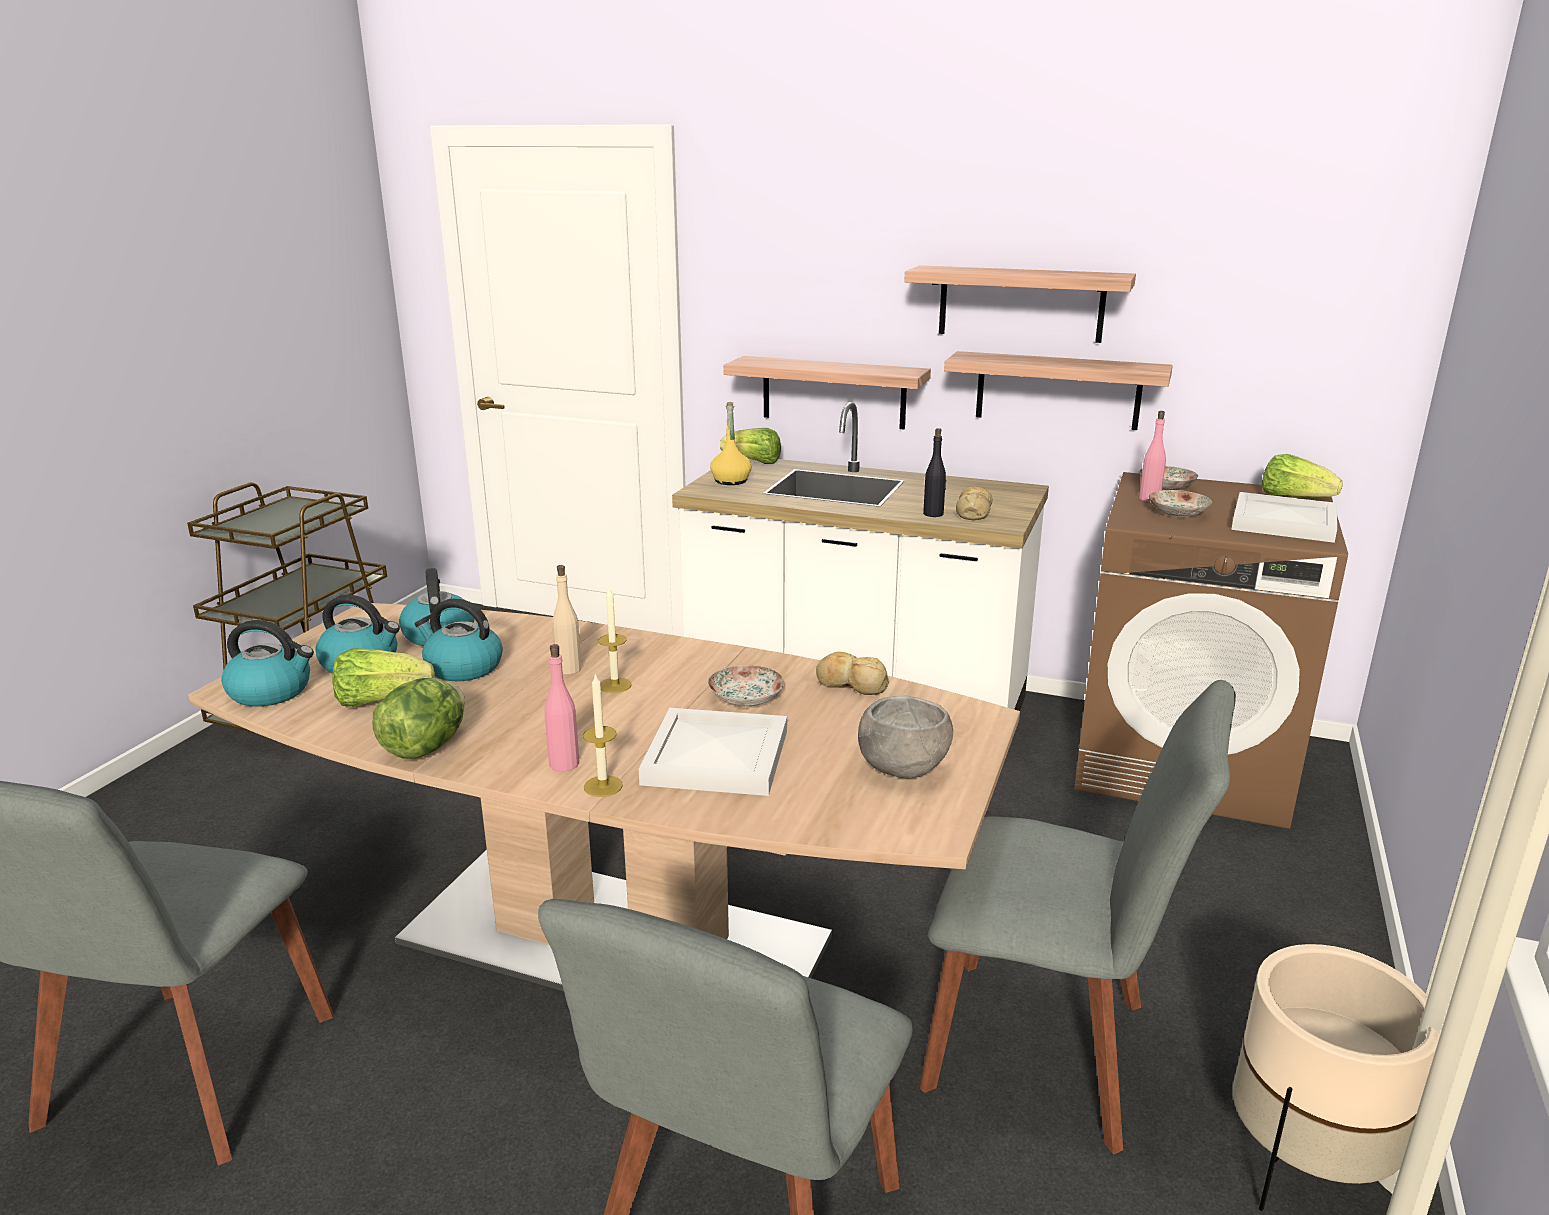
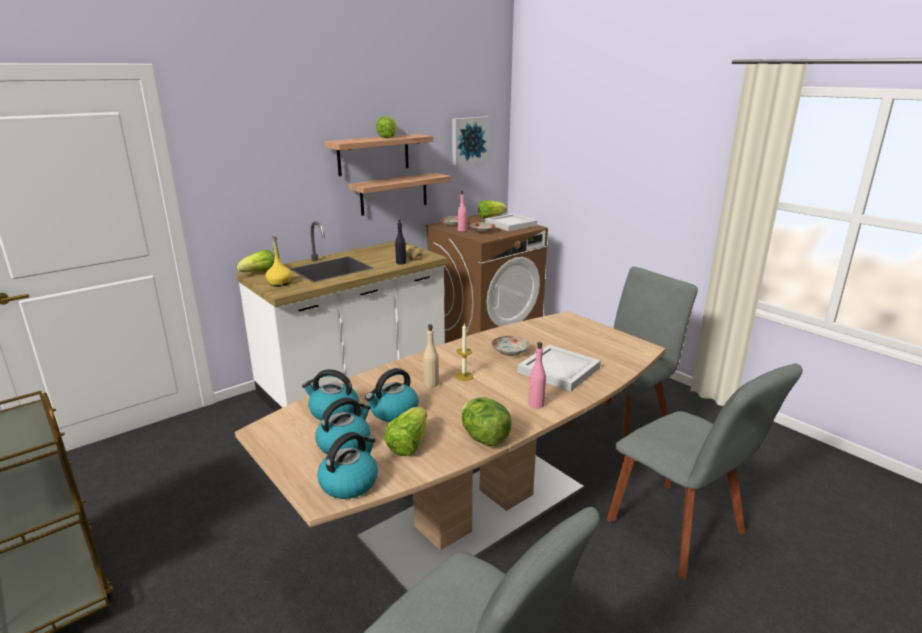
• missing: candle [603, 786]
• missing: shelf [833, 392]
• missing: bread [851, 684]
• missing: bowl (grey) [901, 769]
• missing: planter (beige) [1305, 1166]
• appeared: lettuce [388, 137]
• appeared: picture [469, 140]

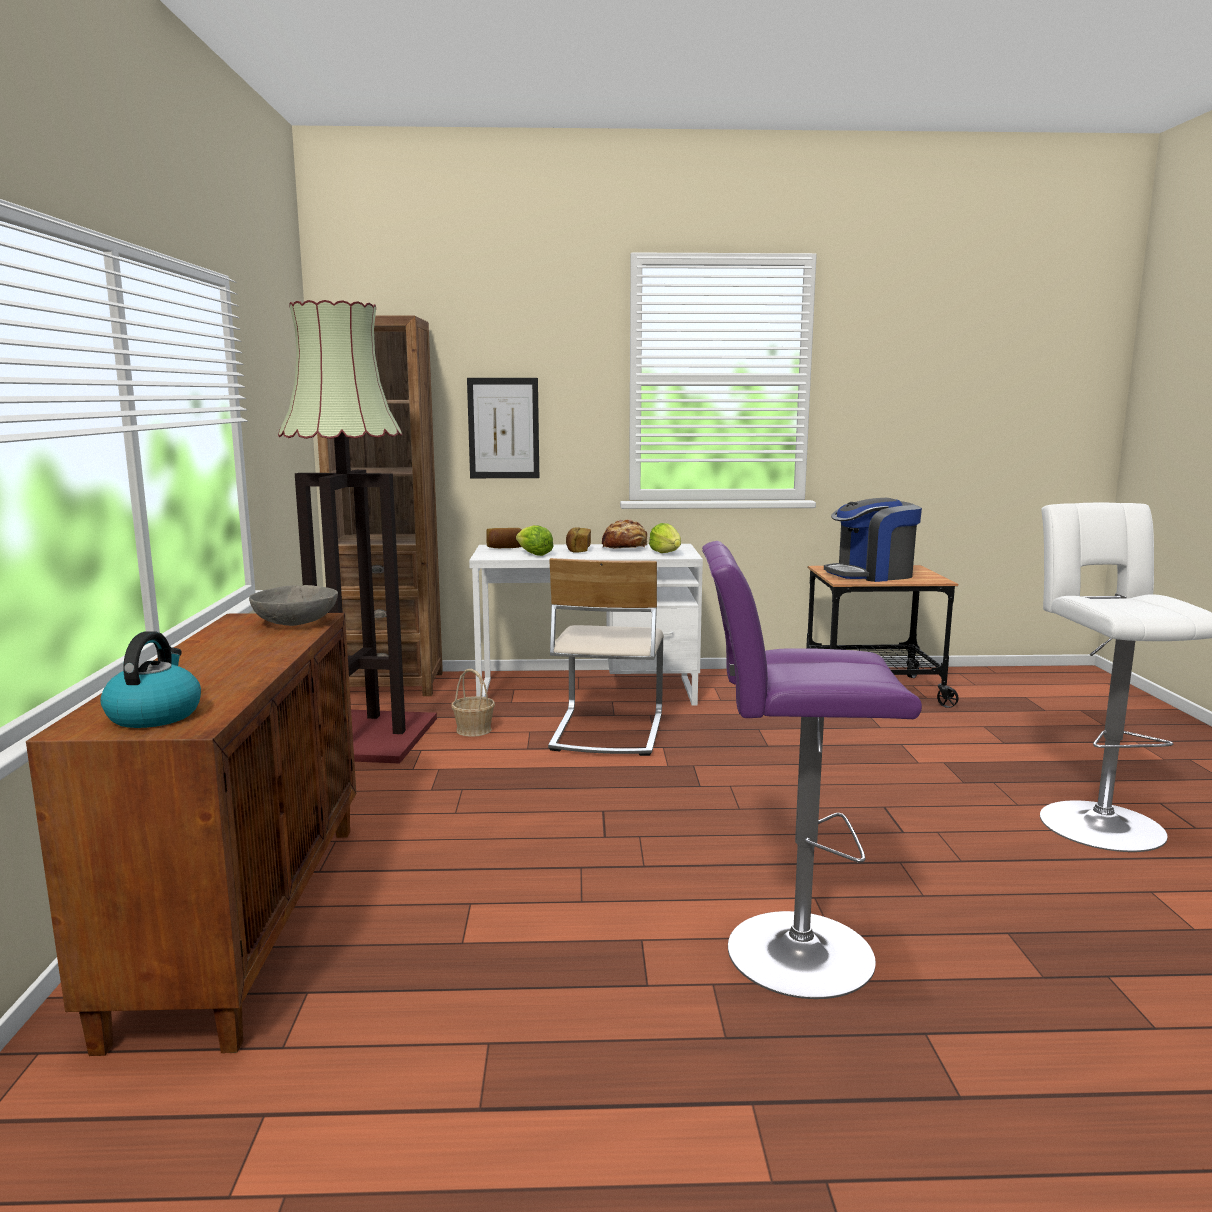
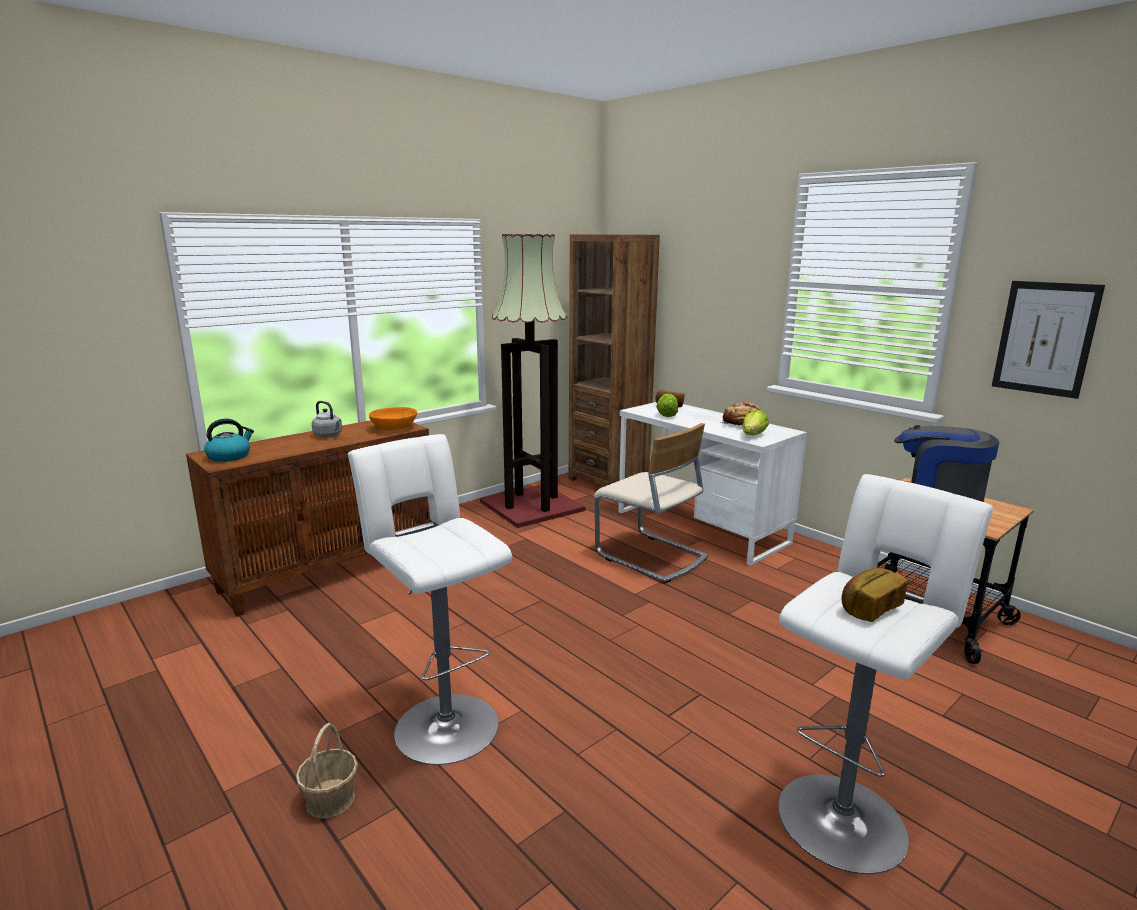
• appeared: kettle (grey) [329, 435]
• relocated: basket [474, 730] to [331, 799]
• relocated: picture [503, 428] to [1045, 338]
• relocated: bread [578, 550] to [869, 608]
• colour: bowl (grey) [295, 623] to bowl (orange) [394, 428]
• colour: stool (purple) [788, 952] to stool (white) [442, 723]
• spun: chair (beige) [606, 732] = [650, 557] 105 degrees counterclockwise

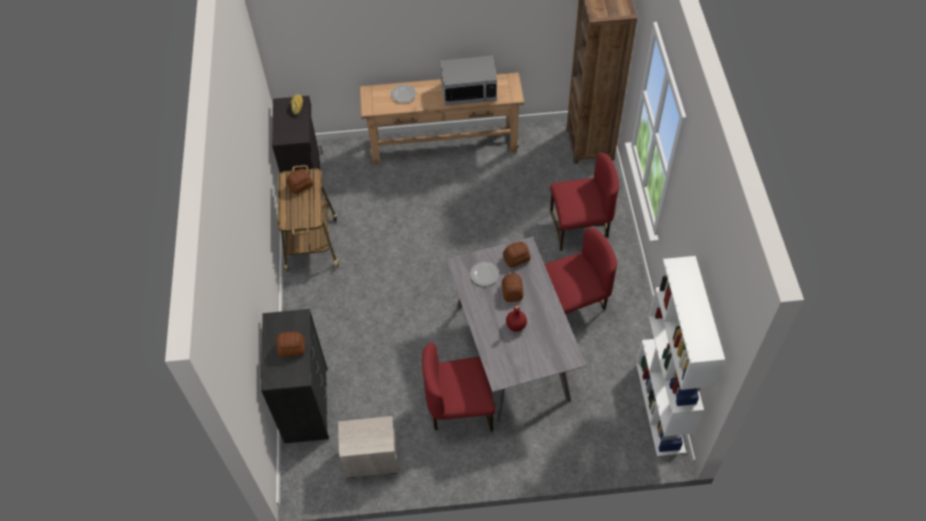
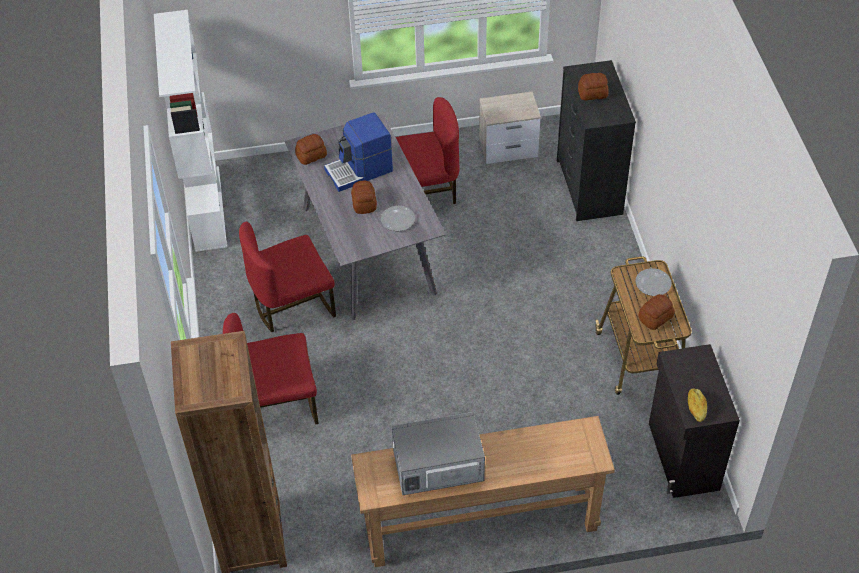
• relocated: plate [403, 94] to [653, 283]
• relocated: bread [516, 258] to [312, 155]
• exchanged: bottle (red) [515, 325] to coffee machine [359, 171]

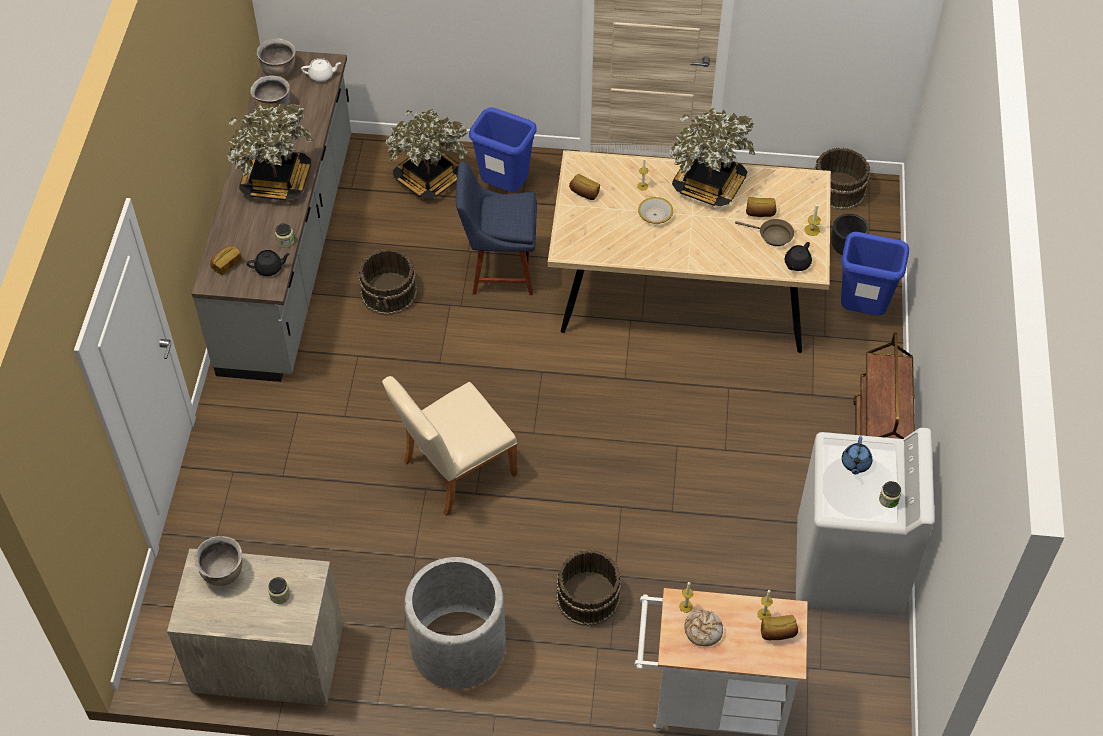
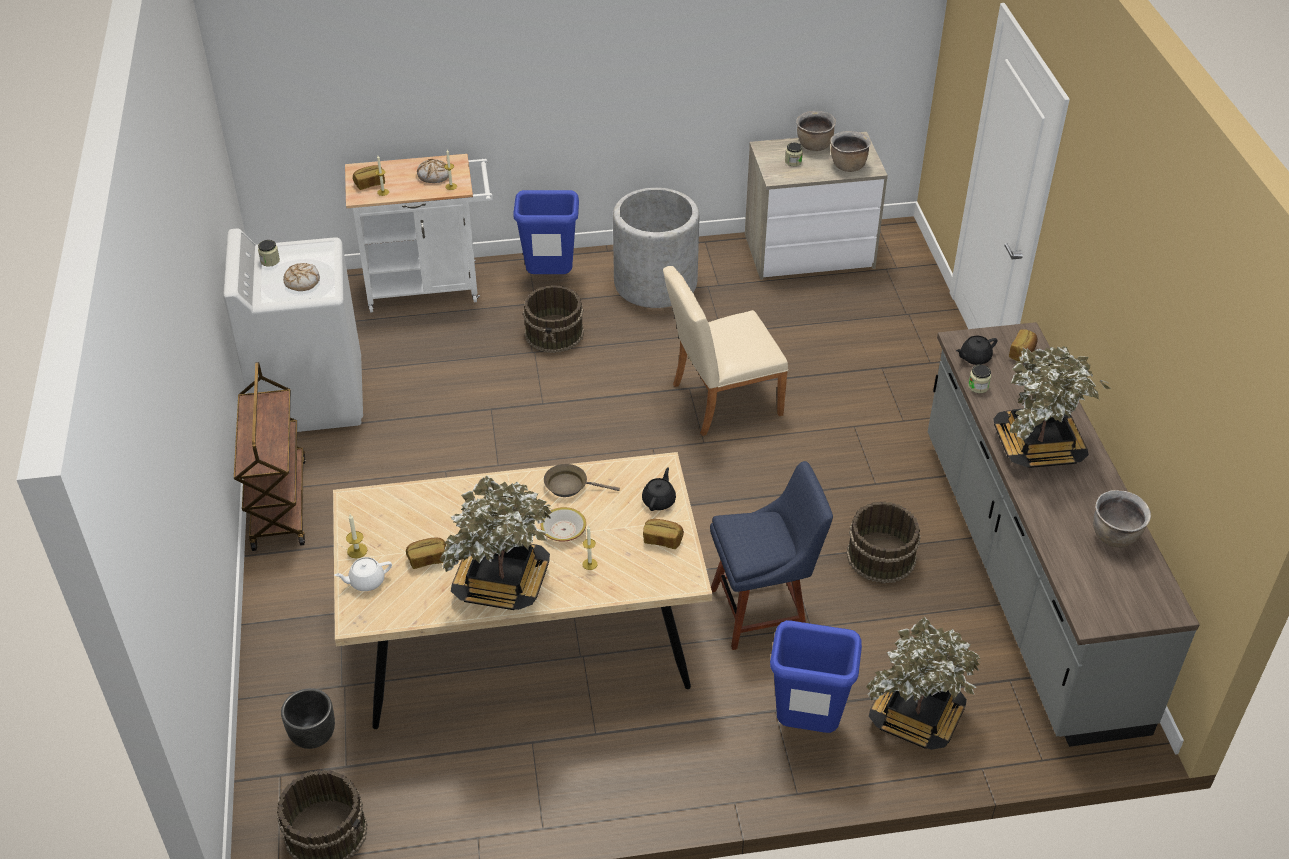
• relocated: cooking pot (brown) [279, 71] to [814, 146]
• relocated: teapot (white) [322, 75] to [366, 581]
• relocated: frying pan (brown) [772, 235] to [570, 485]
• relocated: teapot (black) [796, 264] to [659, 501]
• relocated: trash can (blue) [862, 311] to [549, 278]
• exchanged: teapot (blue) [855, 463] to bread [302, 281]
• spun: chair (beige) [453, 471] = [719, 401] 150 degrees counterclockwise

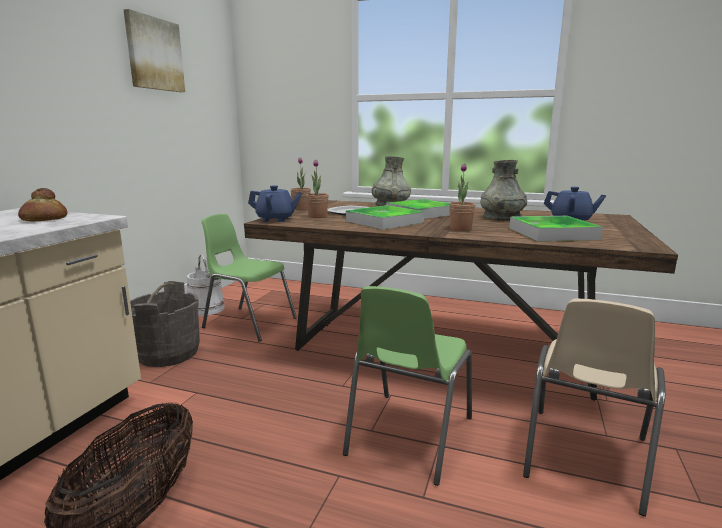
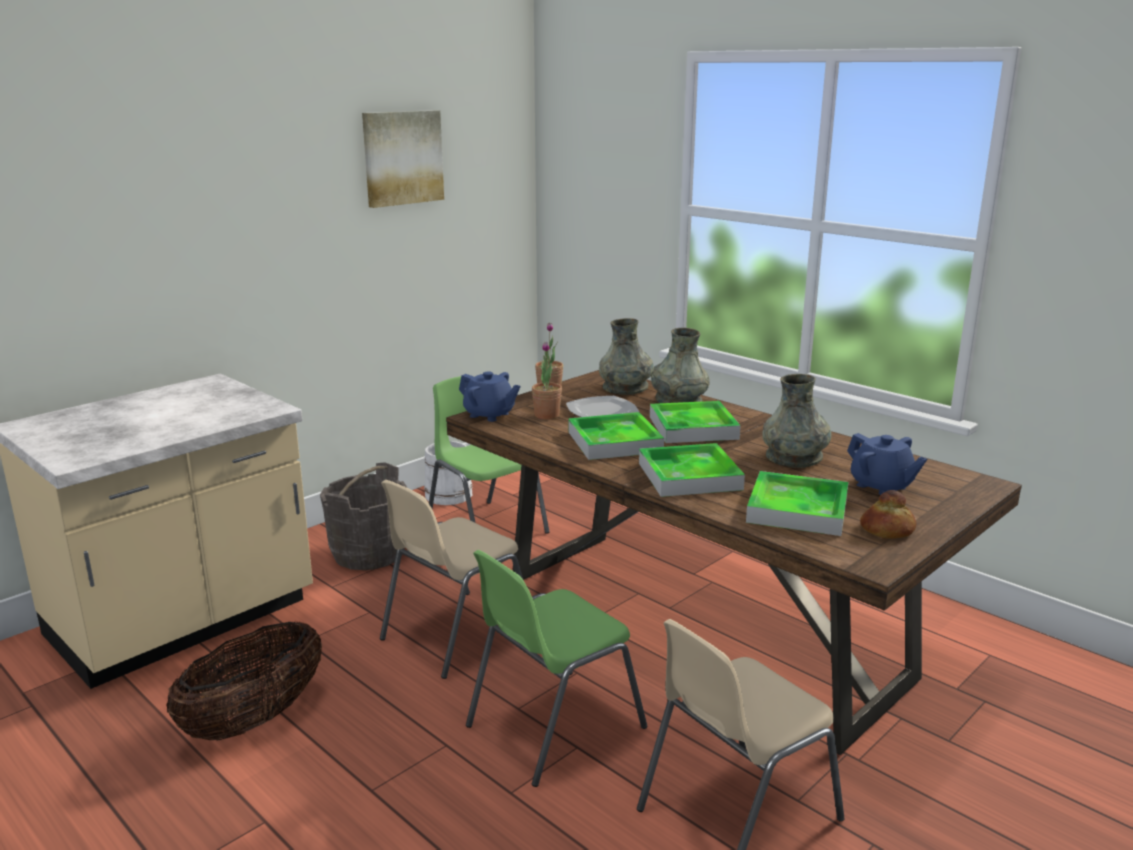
• appeared: chair (beige) [455, 634]
• appeared: vase (grey) [625, 388]
• relocated: bread [44, 219] to [887, 530]
• exchanged: potted plant [460, 229] to tray [689, 476]

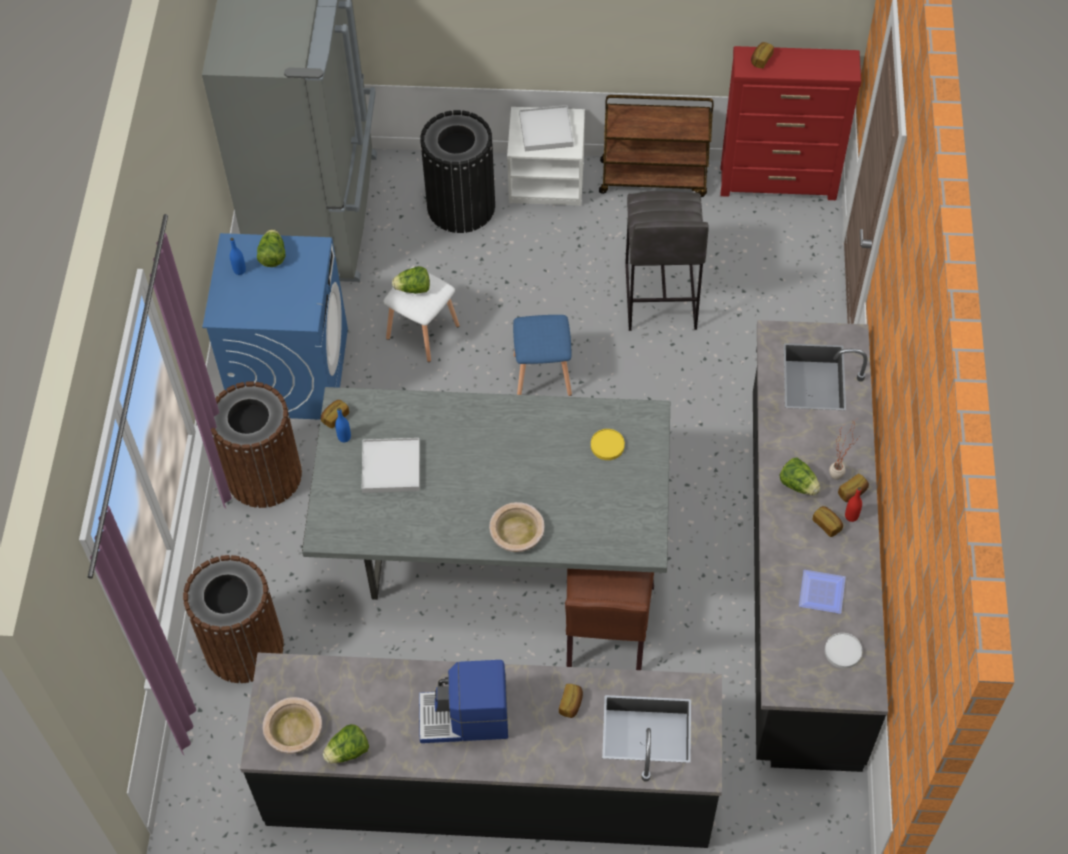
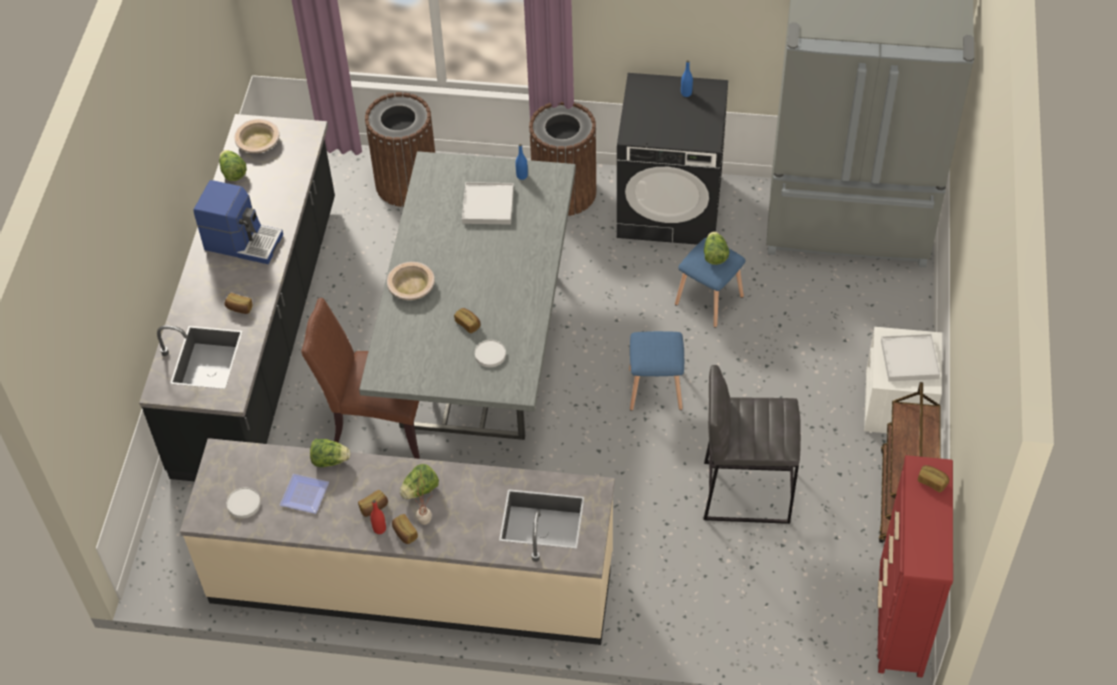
• missing: trash can (black) [461, 206]
• relocated: lettuce [272, 256] to [330, 460]
• relocated: bread [335, 417] to [468, 324]
• colour: washing machine (blue) [290, 371] to washing machine (black) [670, 207]
• colour: stool (white) [423, 331] to stool (blue) [710, 300]
• colour: plate (yellow) [607, 445] to plate (white) [490, 354]
• colour: counter (black) [800, 575] to counter (beige) [412, 578]
• spun: coffee machine [464, 718] = [243, 241] 105 degrees clockwise

